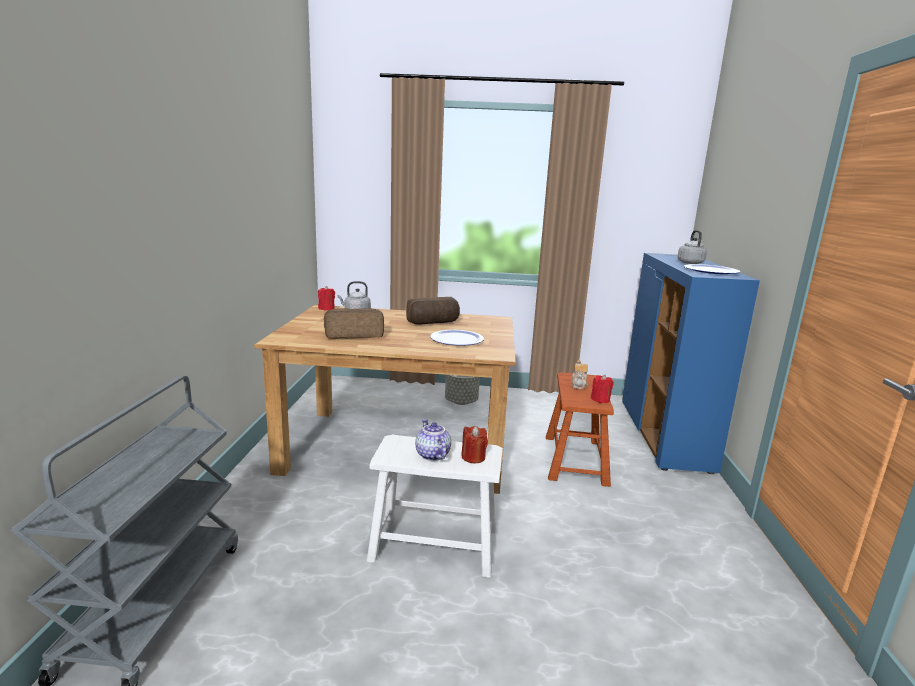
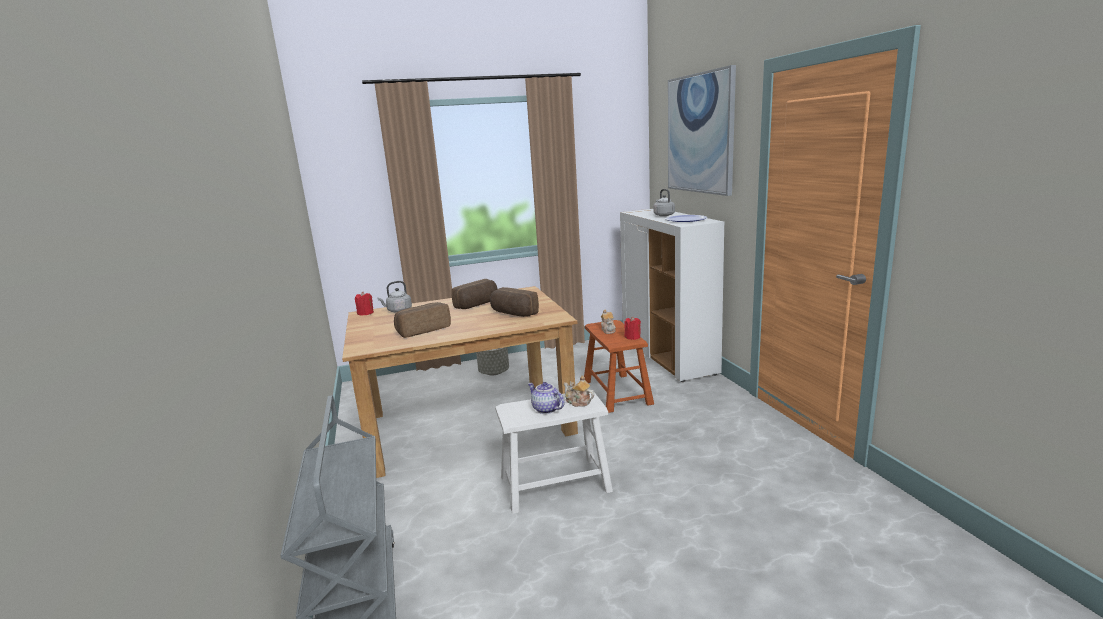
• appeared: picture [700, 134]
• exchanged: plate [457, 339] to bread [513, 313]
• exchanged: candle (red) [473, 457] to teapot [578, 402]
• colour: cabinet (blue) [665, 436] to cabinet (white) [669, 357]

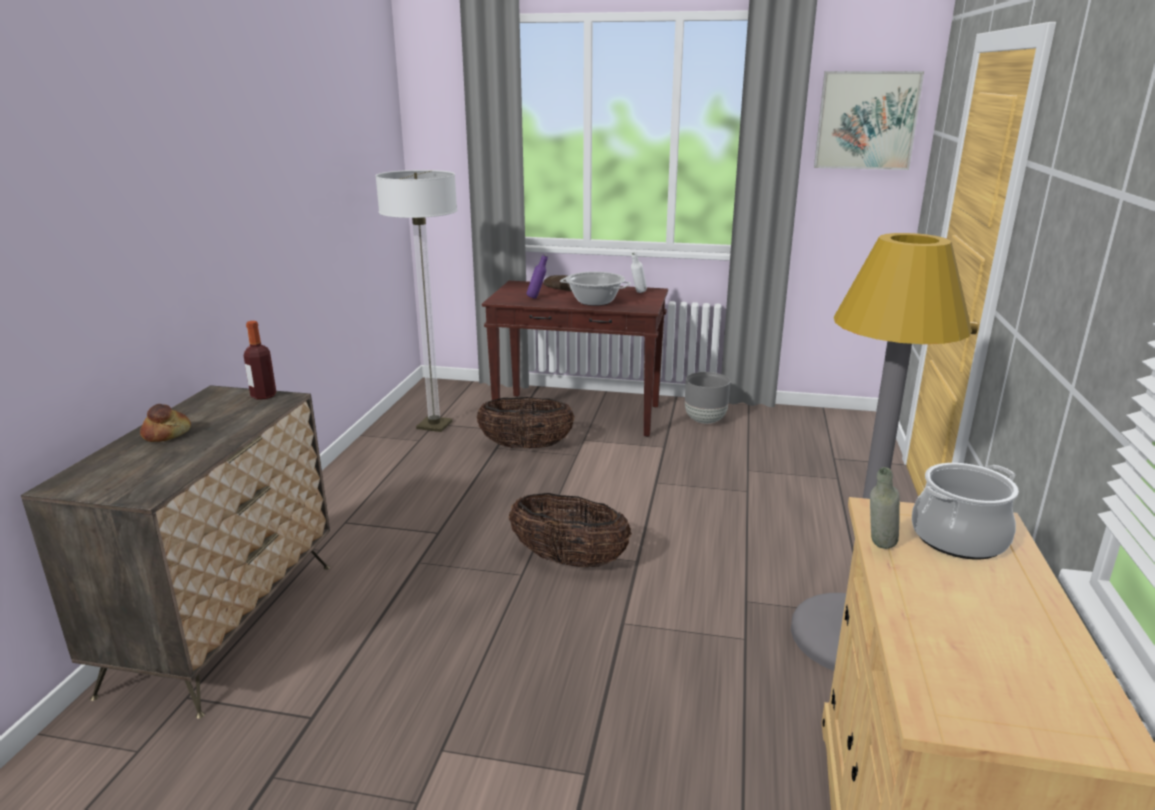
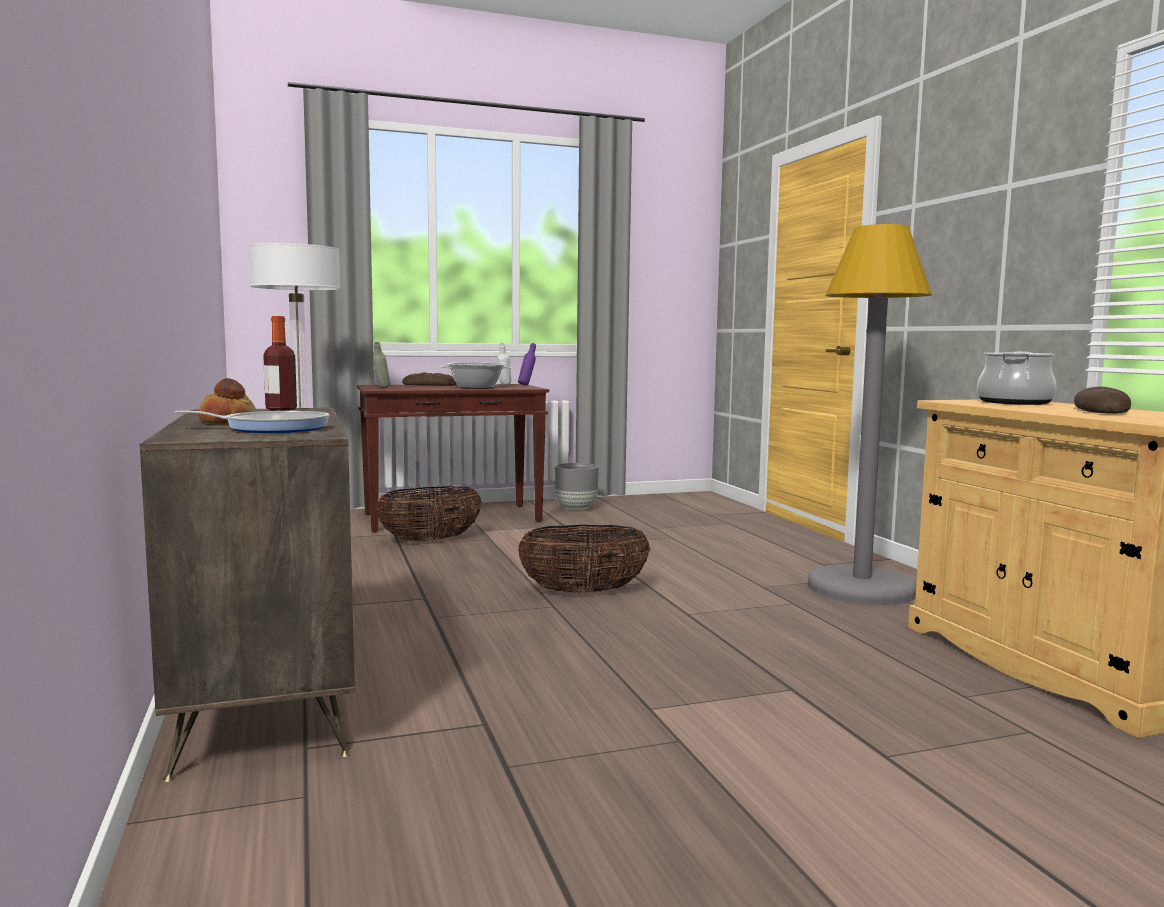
• missing: picture [866, 120]
• appeared: frying pan [272, 428]
• appeared: bread [1100, 410]
• relocated: bottle (purple) [537, 298] to [527, 385]
• relocated: bottle (grey) [878, 549] to [381, 388]

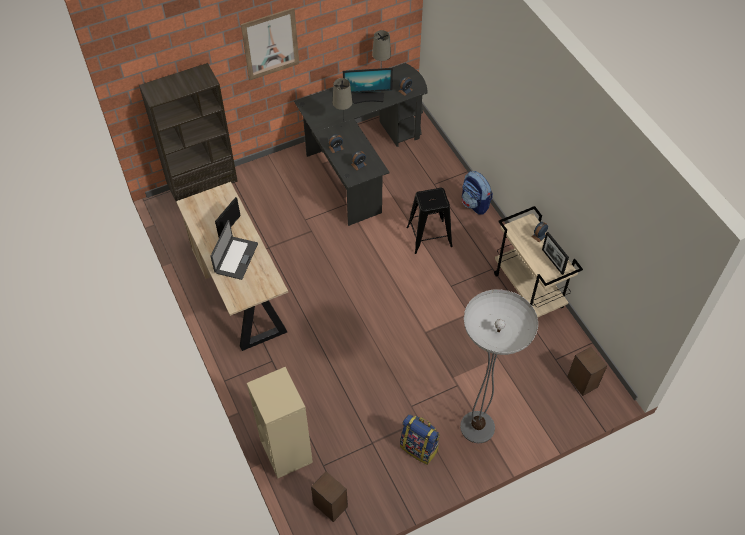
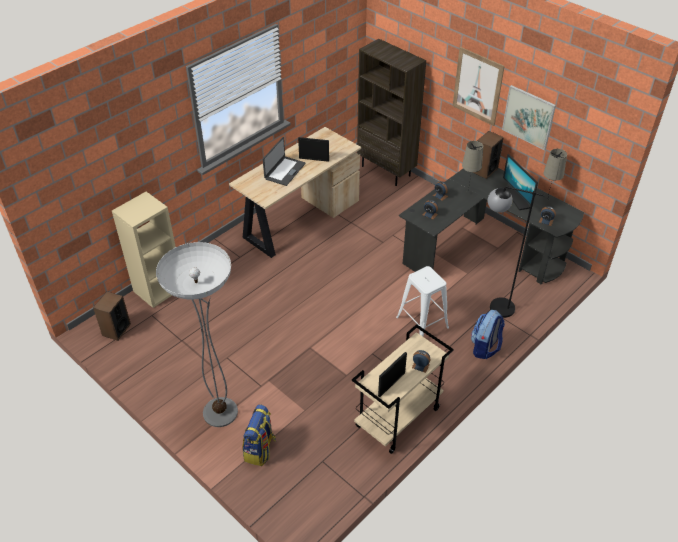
• appeared: floor lamp (black) [493, 306]
• appeared: picture [528, 117]
• relocated: backpack [419, 448] to [260, 450]
• relocated: speaker [582, 382] to [484, 170]
• colour: stool (black) [429, 237] to stool (white) [422, 322]
• spun: laptop [235, 258] = [284, 171] 60 degrees counterclockwise

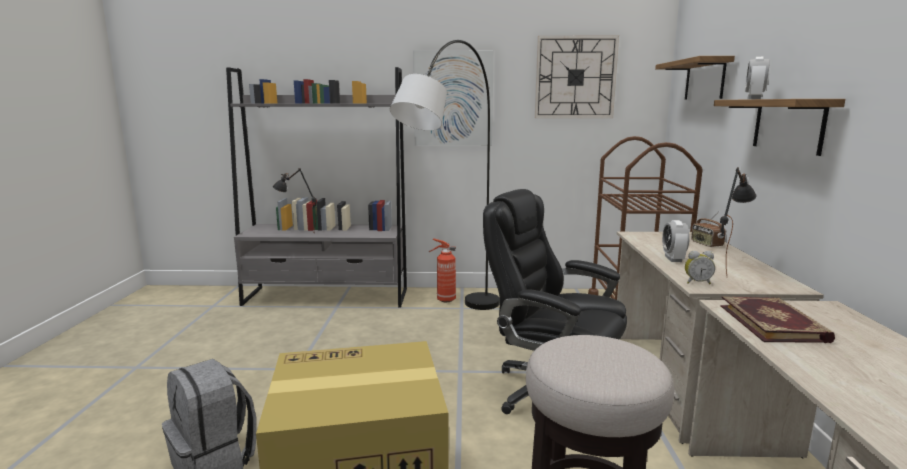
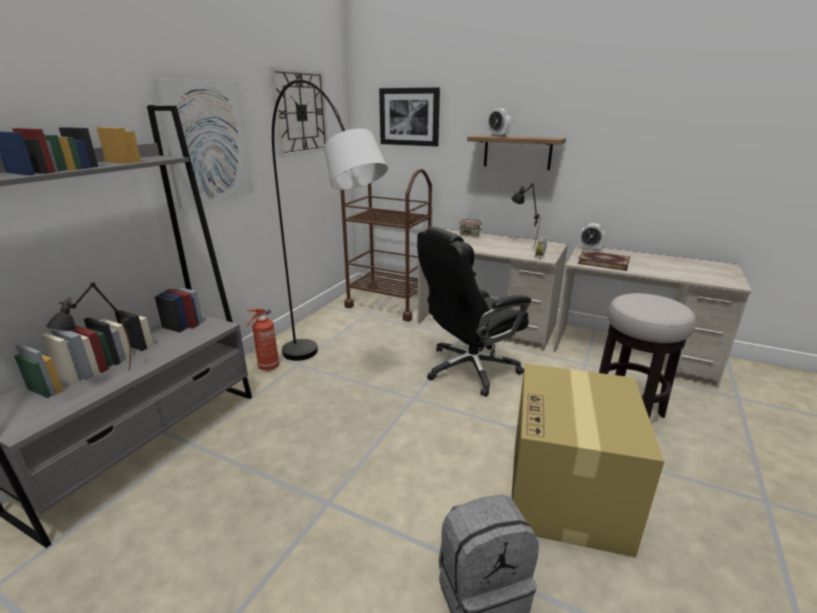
• relocated: alarm clock [673, 259] to [589, 249]
• exchanged: shelf [704, 80] to picture [409, 117]

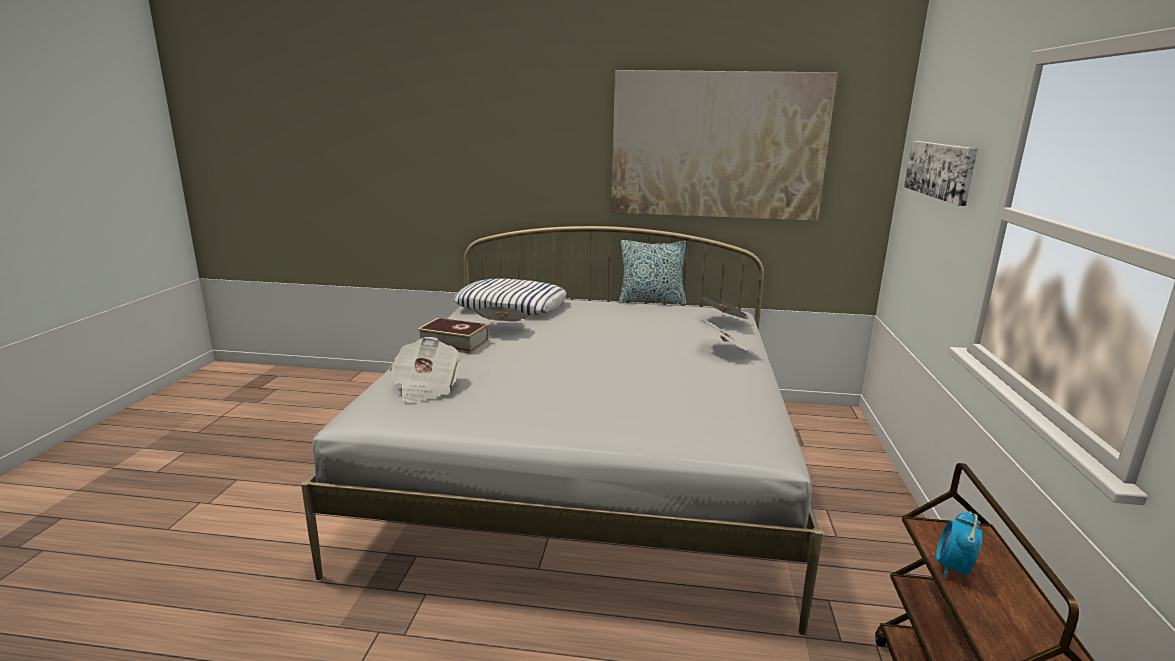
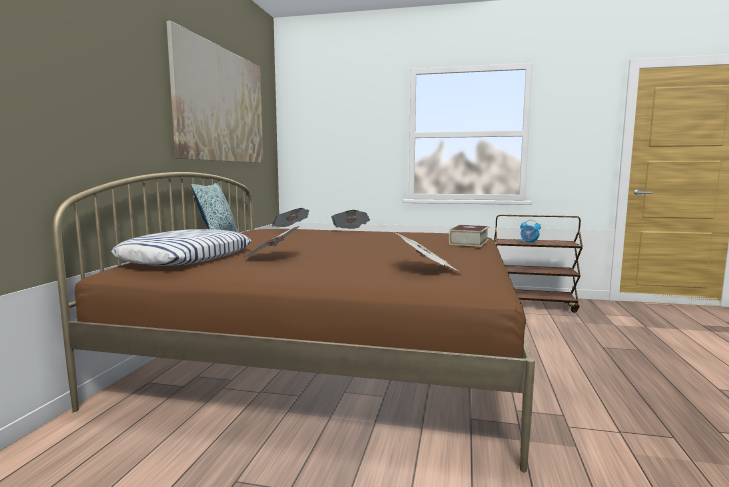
• missing: picture [940, 170]
• relocated: book [454, 343] to [469, 242]
• colour: bed (white) [585, 468] to bed (brown) [335, 352]

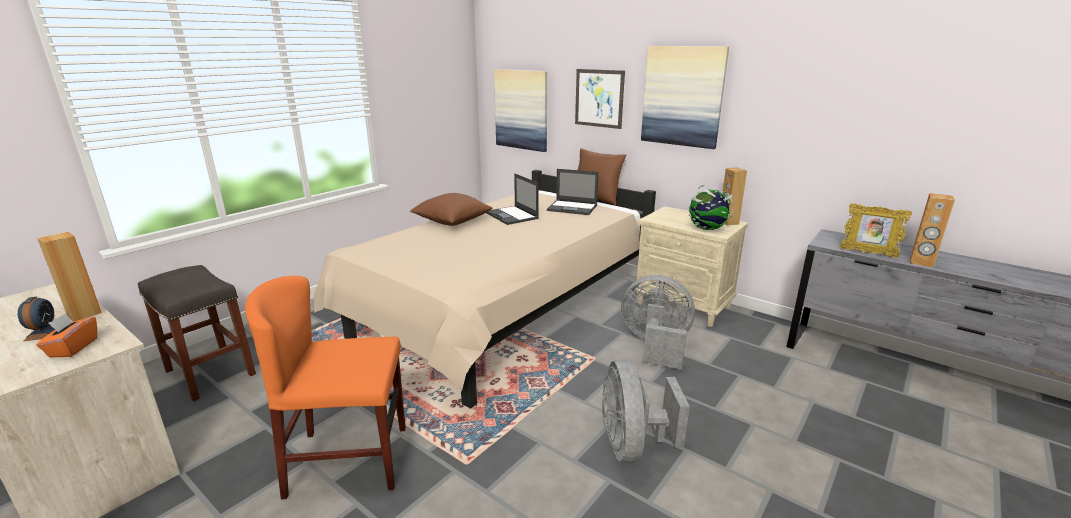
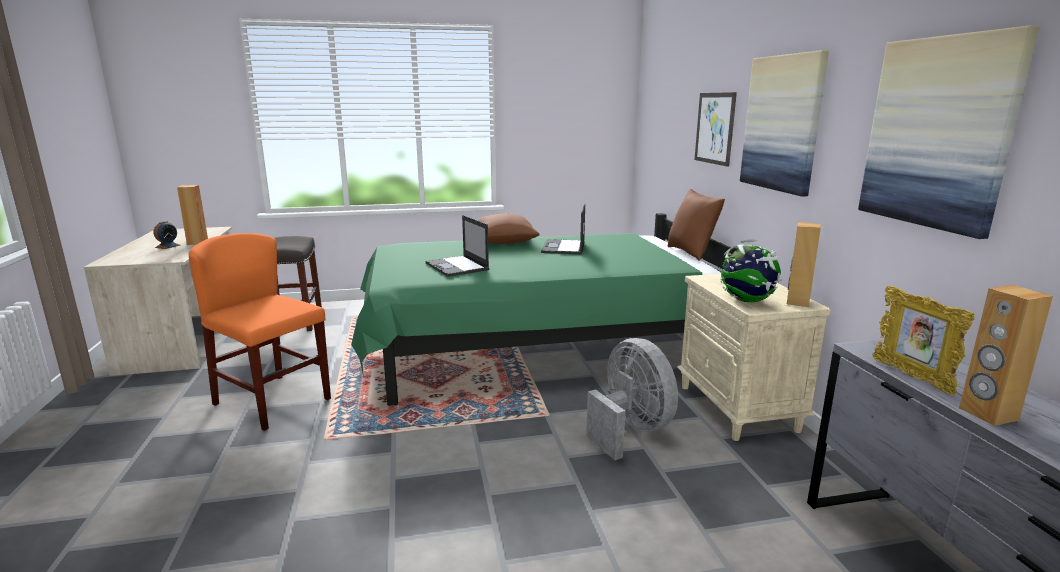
• missing: tissue box (orange) [73, 348]
• missing: fan (grey) [632, 445]
• relocated: picture [521, 110] to [938, 133]
• relocated: laptop [573, 208] to [457, 266]
• colour: bed (beige) [504, 311] to bed (green) [534, 349]

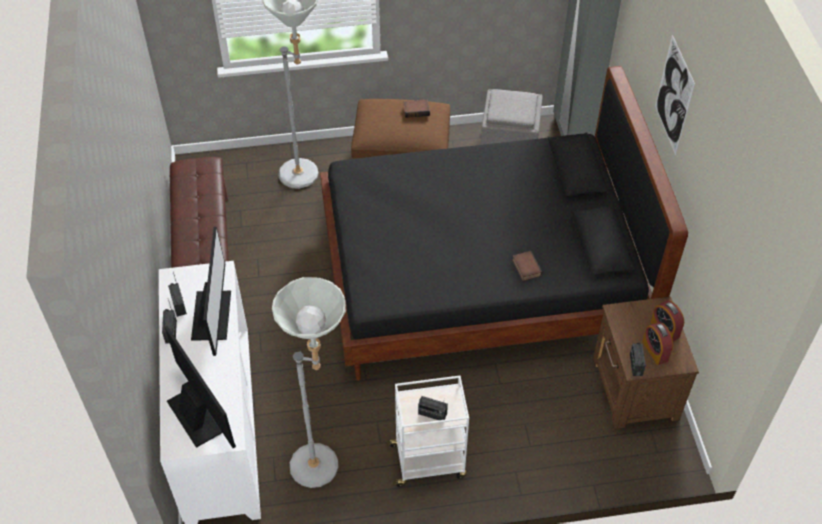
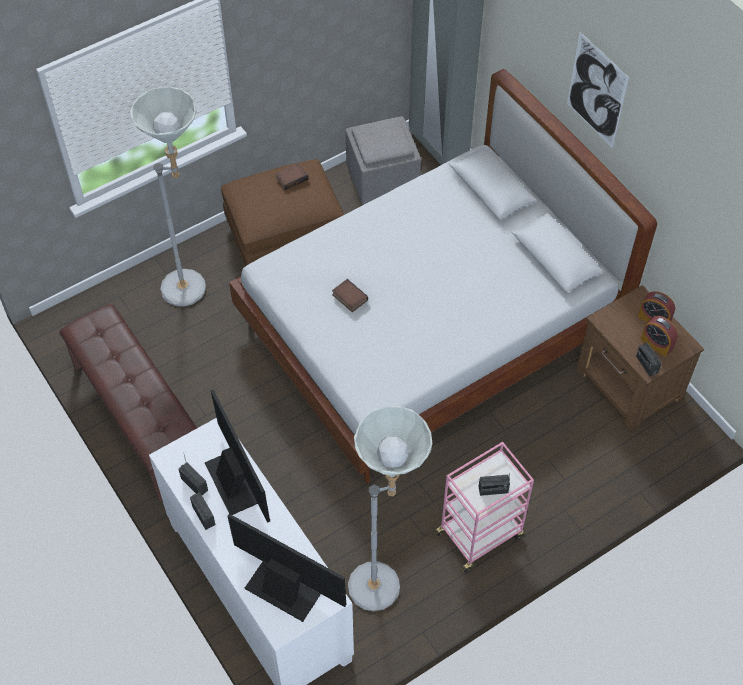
• relocated: book [525, 267] to [348, 297]
• colour: bed (black) [481, 278] to bed (white) [430, 329]
• colour: cart (white) [429, 461] to cart (pink) [480, 534]

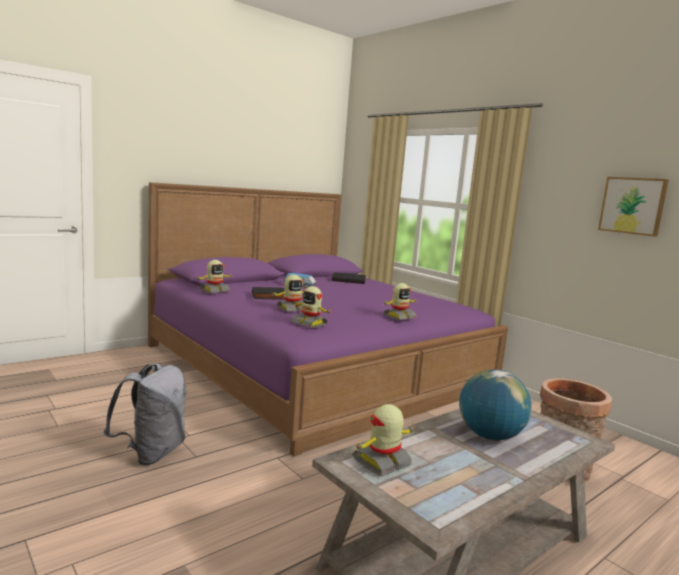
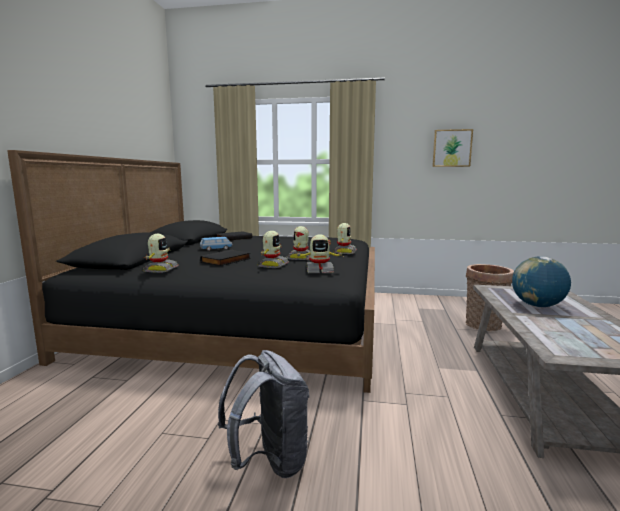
• relocated: toy robot [382, 462] to [300, 257]
• colour: bed (purple) [315, 366] to bed (black) [244, 321]

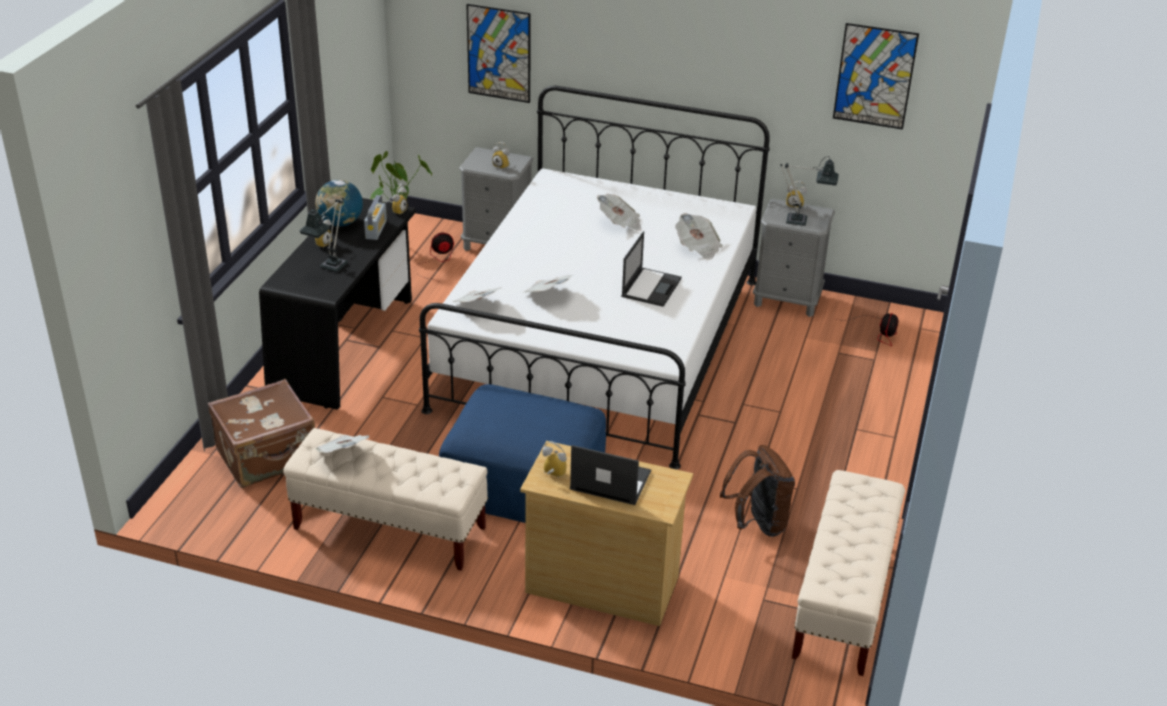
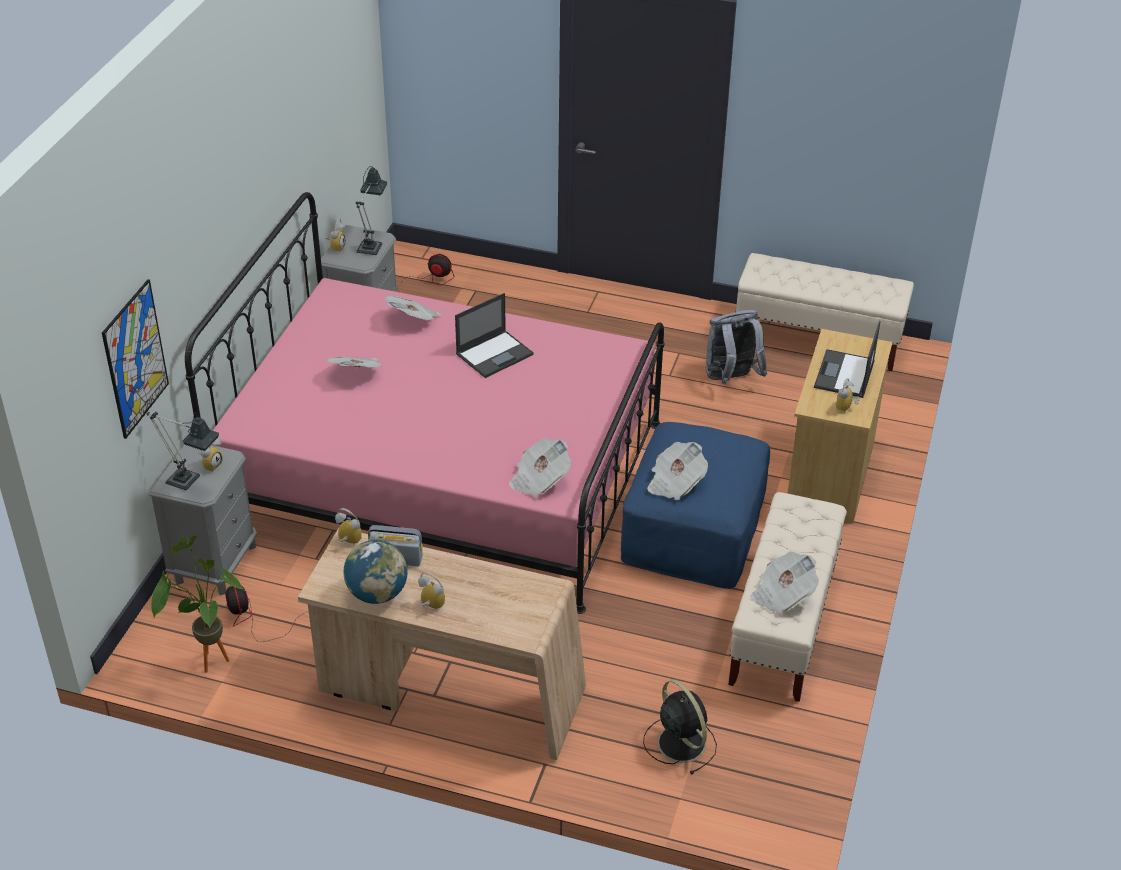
• missing: picture [874, 76]
• relocated: table lamp [330, 268] to [189, 482]
• relocated: newspaper [548, 295] to [675, 483]
• exchanged: suitcase (brown) [268, 457] to fan (black) [680, 742]
• colour: desk (black) [346, 346] to desk (beige) [449, 693]
• colour: bed (white) [599, 342] to bed (pink) [443, 473]
• colour: backpack (brown) [757, 523] to backpack (grey) [731, 379]
• spun: laptop [651, 287] = [495, 354] 120 degrees clockwise

